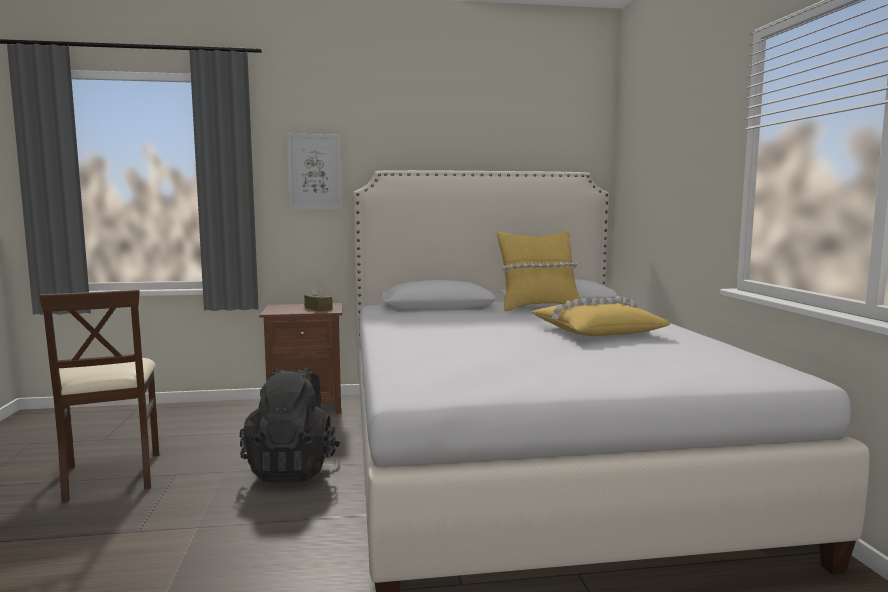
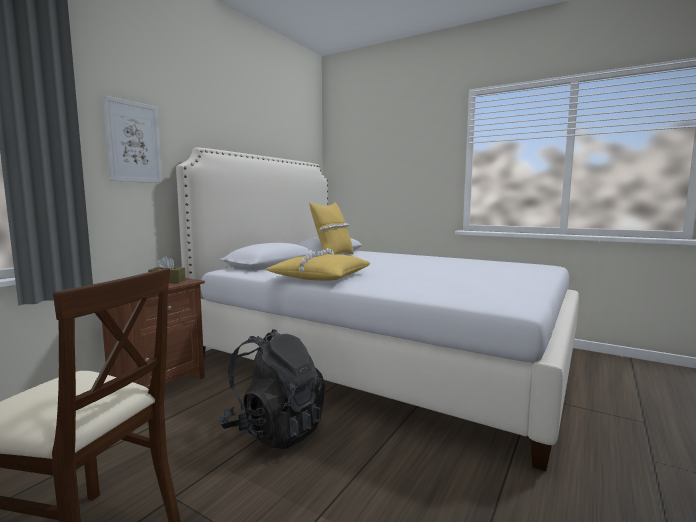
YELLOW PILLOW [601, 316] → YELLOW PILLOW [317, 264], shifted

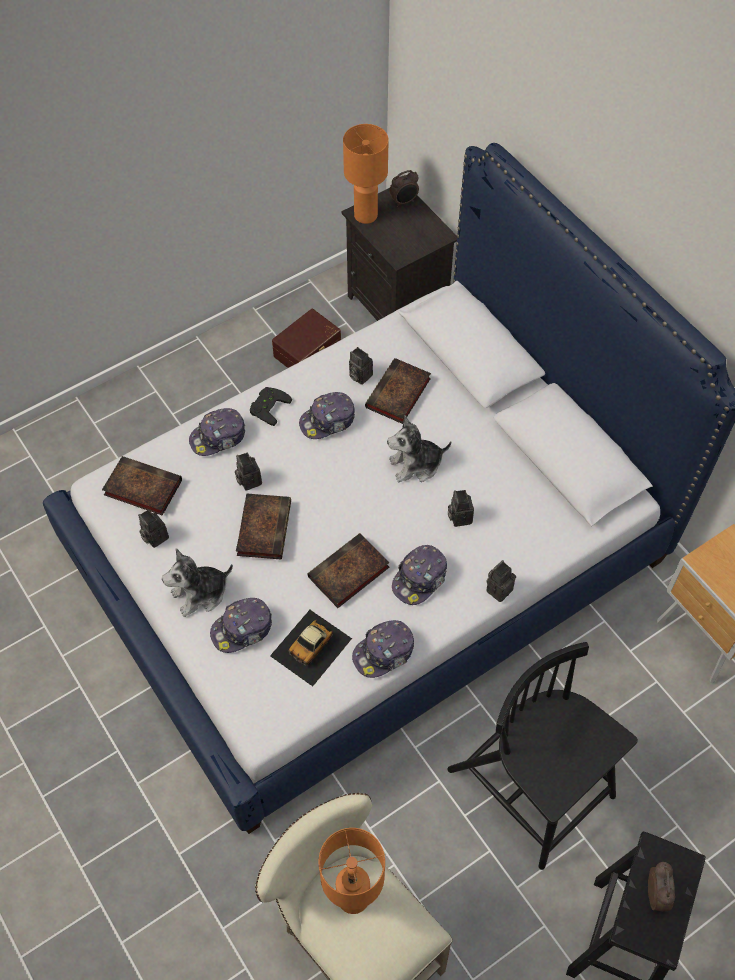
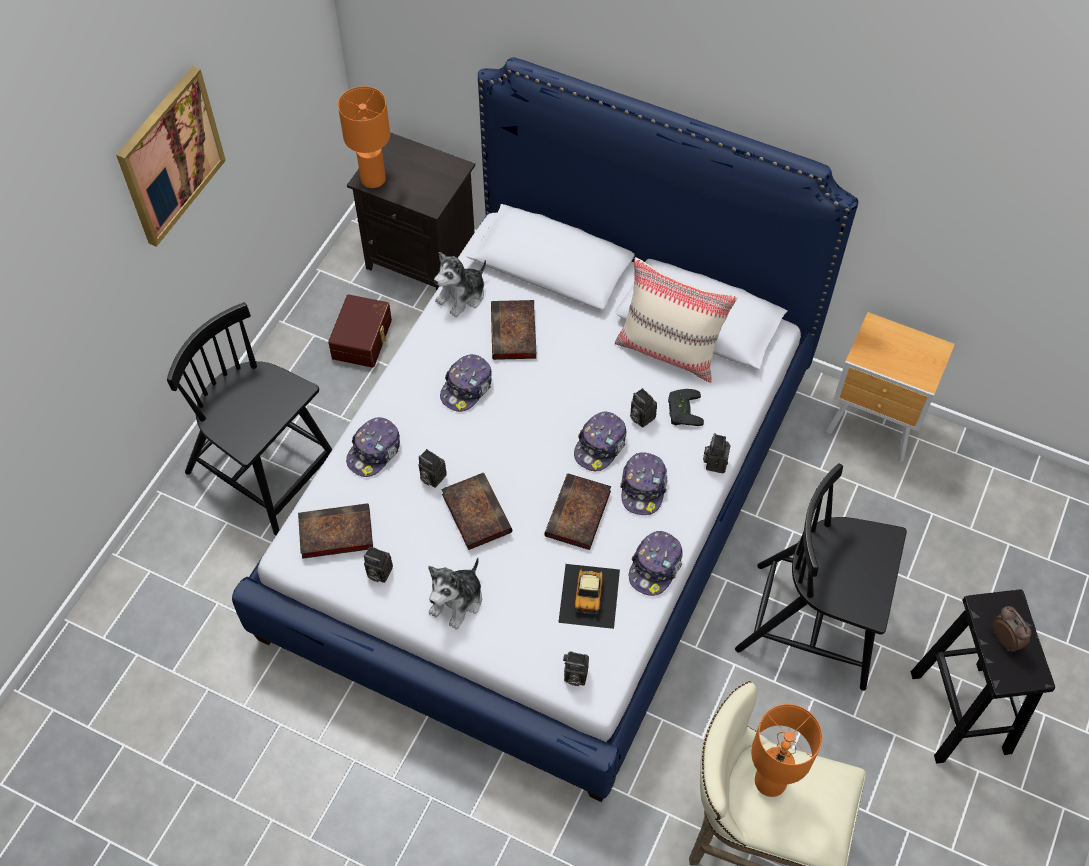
CAP [241, 625] → CAP [600, 441], shifted
BLACK GAME CONTROLLER [271, 406] → BLACK GAME CONTROLLER [686, 407], shifted
PHOTO CAMERA [361, 366] → PHOTO CAMERA [576, 669], shifted
SOFT TOY [419, 449] → SOFT TOY [460, 284], shifted
BEDSIDE CLOCK [404, 188] → -
- → PICTURE [171, 156]
- → BLACK PLAIN CHAIR [249, 418]
- → BEIGE-COLOURED PILLOW [676, 320]

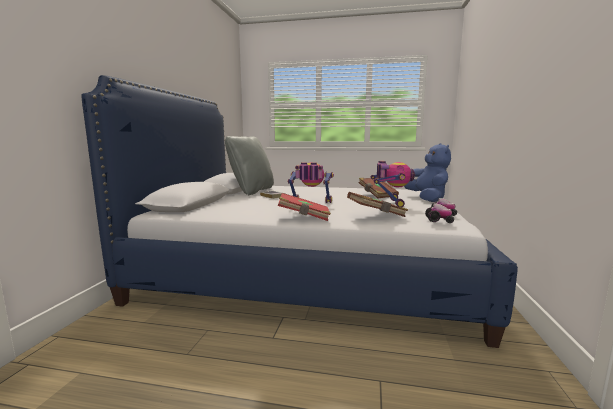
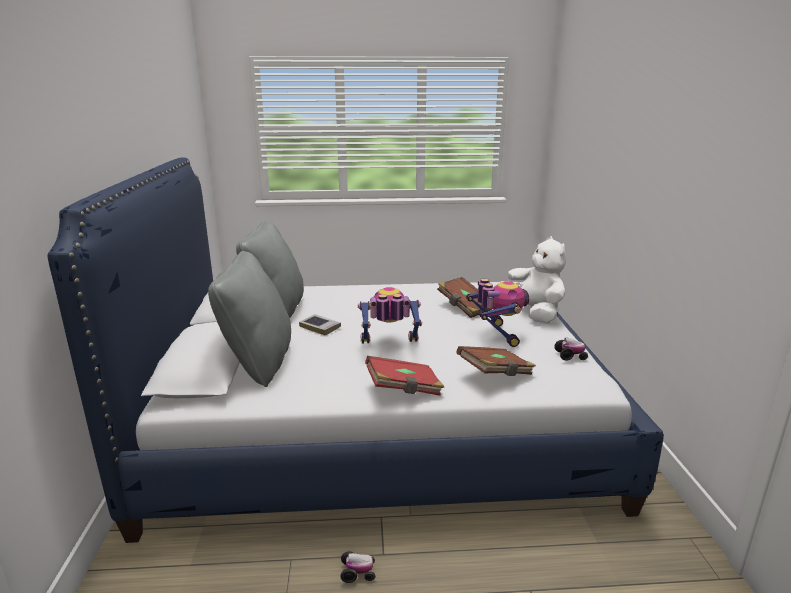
BLUE SOFT TOY [427, 172] → WHITE-COLOURED SOFT TOY [533, 279]
MODEL CAR [439, 213] → MODEL CAR [357, 567], shifted
- → GREY PILLOW [249, 319]

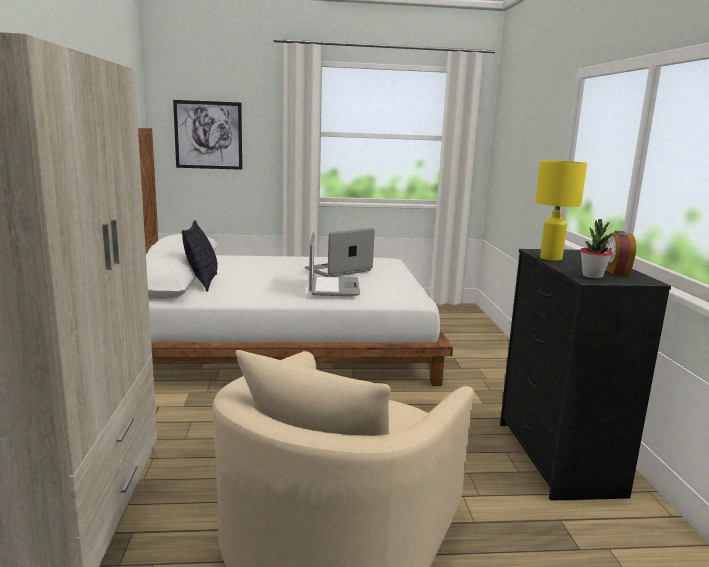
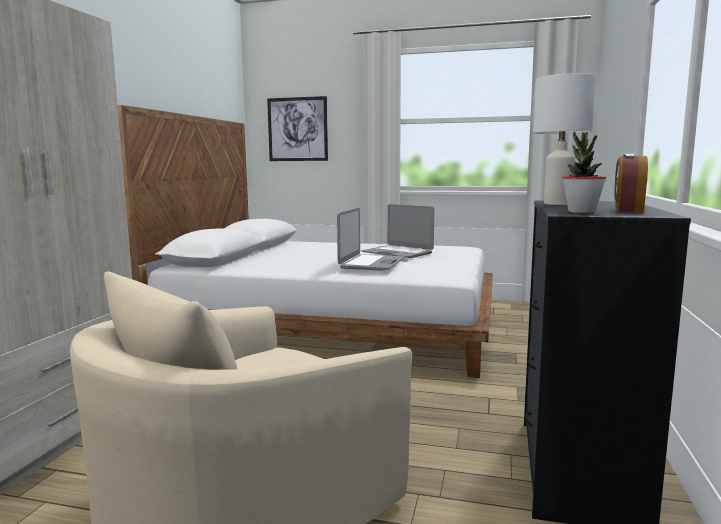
PILLOW [200, 256] → -
LAPTOP [340, 252] → LAPTOP [398, 231], 120 degrees counterclockwise
YELLOW TABLE LAMP [561, 210] → WHITE-COLOURED TABLE LAMP [564, 139]

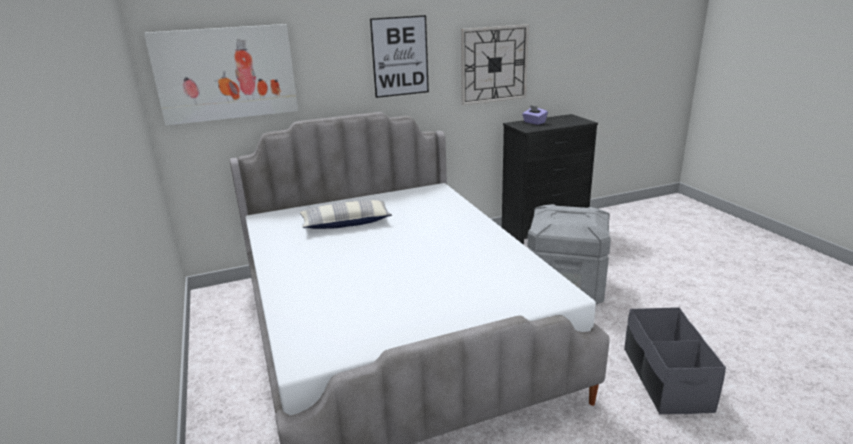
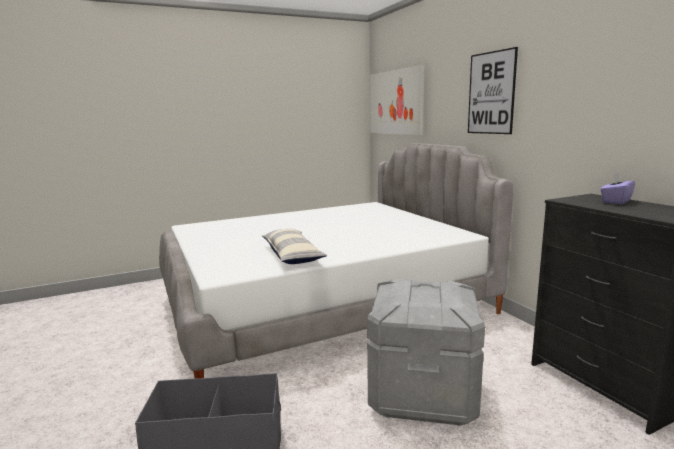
PILLOW [346, 214] → PILLOW [294, 246], shifted
WALL CLOCK [495, 64] → -

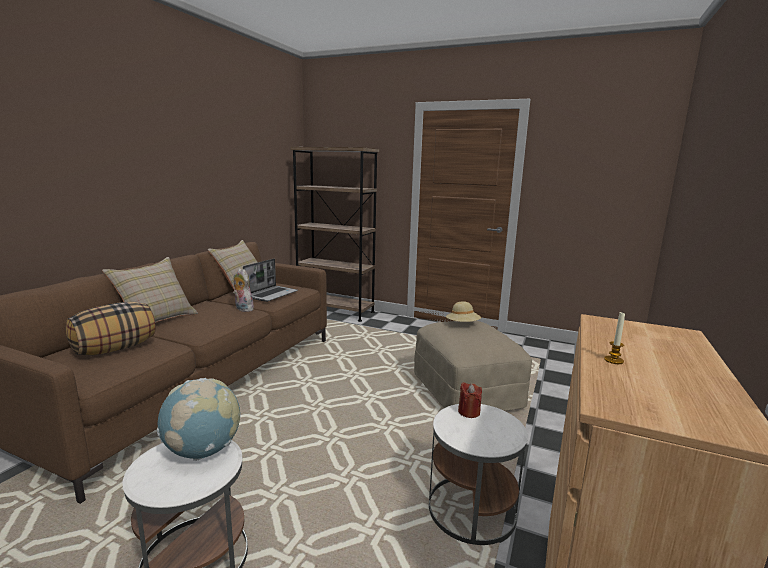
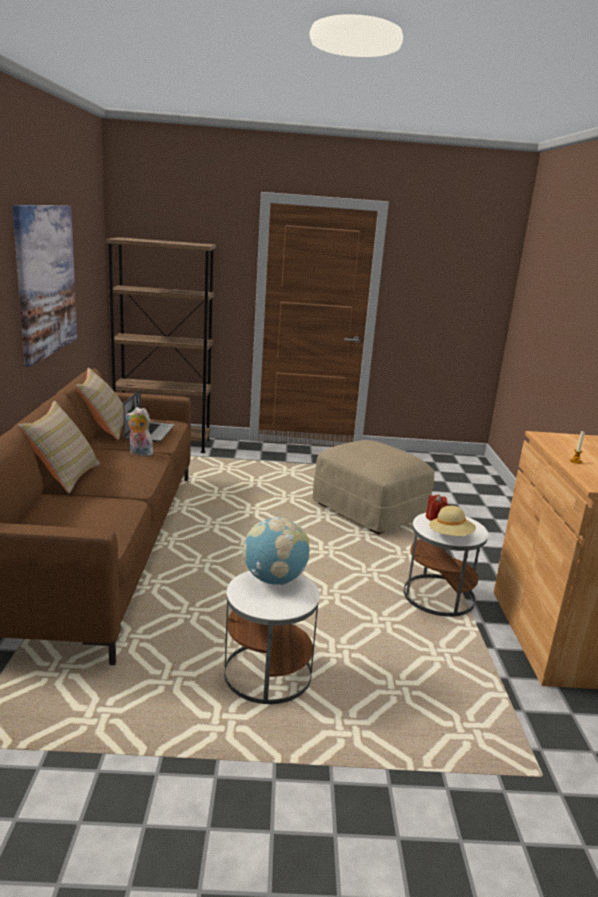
PILLOW [110, 328] → -
BEIGE-COLOURED HAT [463, 311] → BEIGE-COLOURED HAT [452, 521], shifted
- → PICTURE [45, 286]

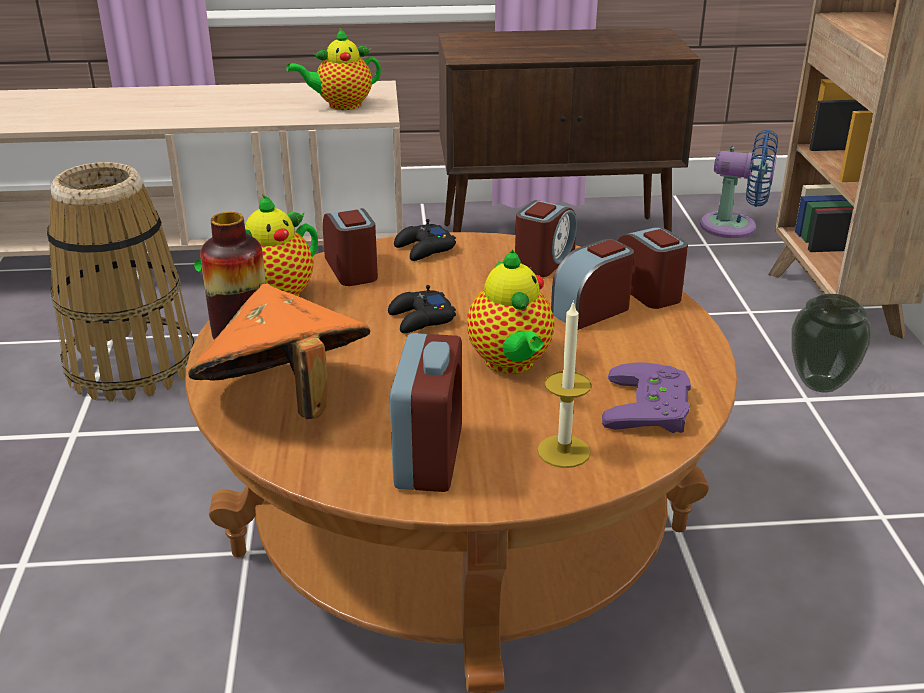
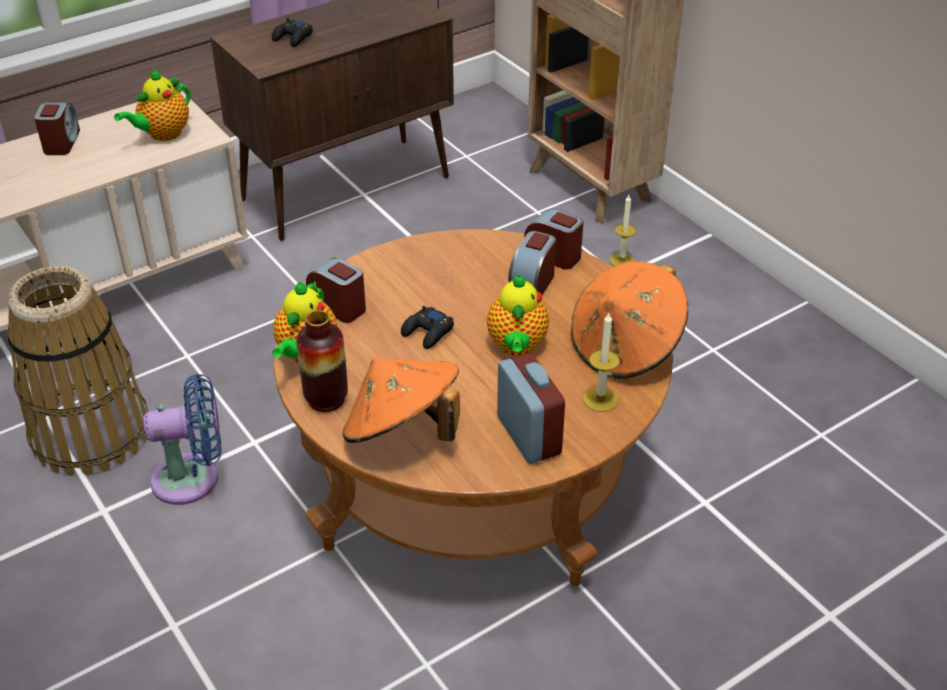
BLACK GAME CONTROLLER [425, 240] → BLACK GAME CONTROLLER [292, 32], shifted
TEAPOT [511, 312] → TEAPOT [518, 314], 45 degrees clockwise
BEDSIDE CLOCK [546, 238] → BEDSIDE CLOCK [57, 129], shifted
PURPLISH GAME CONTROLLER [646, 397] → ORANGEY HAT [629, 320]
BLUE COOLING FAN [739, 184] → BLUE COOLING FAN [182, 439], shifted
VASE [831, 343] → WAX CANDLE [623, 230]

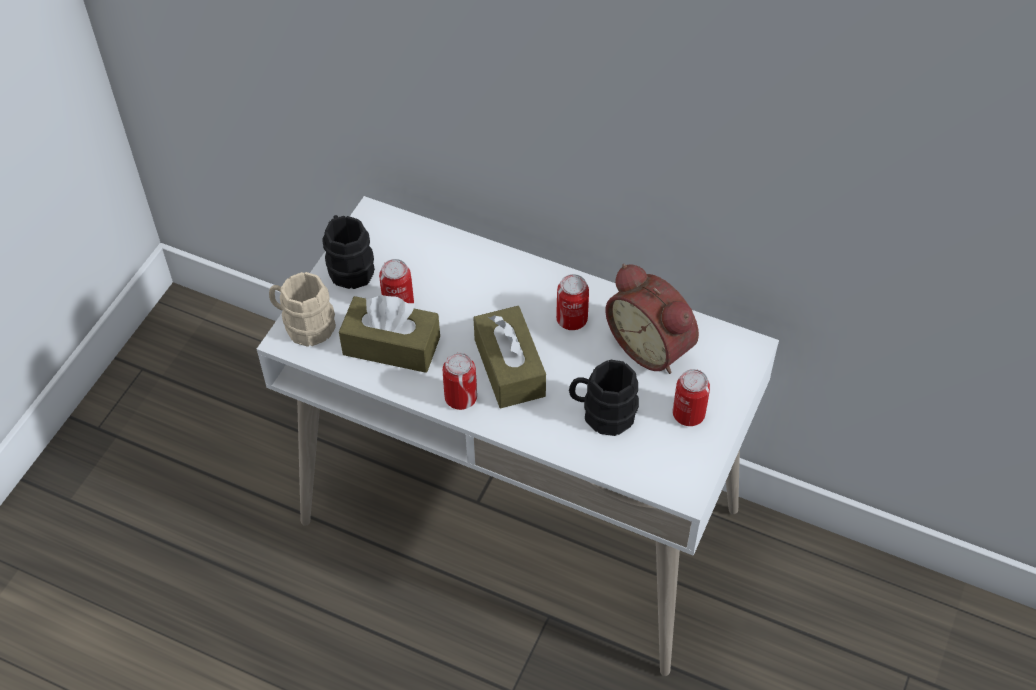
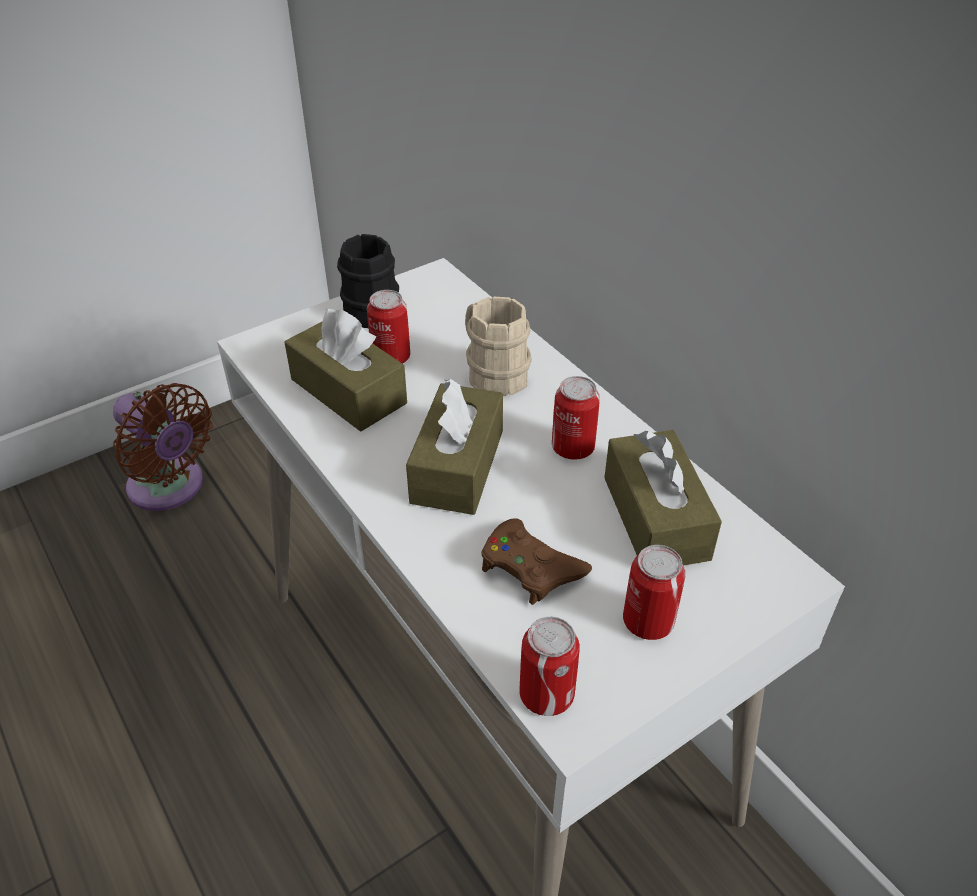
BEIGE-COLOURED MUG [302, 309] → BEIGE-COLOURED MUG [498, 346], shifted
METAL CAN [460, 381] → METAL CAN [549, 666], shifted
BLACK MUG [604, 398] → BROWNISH GAME CONTROLLER [537, 561]
BEDSIDE CLOCK [652, 319] → BROWNISH BOX OF TISSUES [663, 497]
- → BROWNISH COOLING FAN [163, 447]

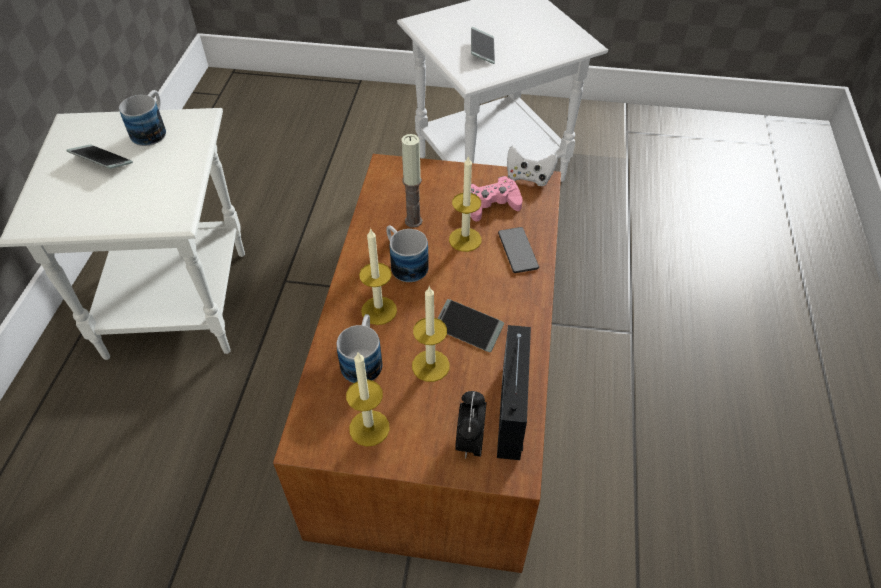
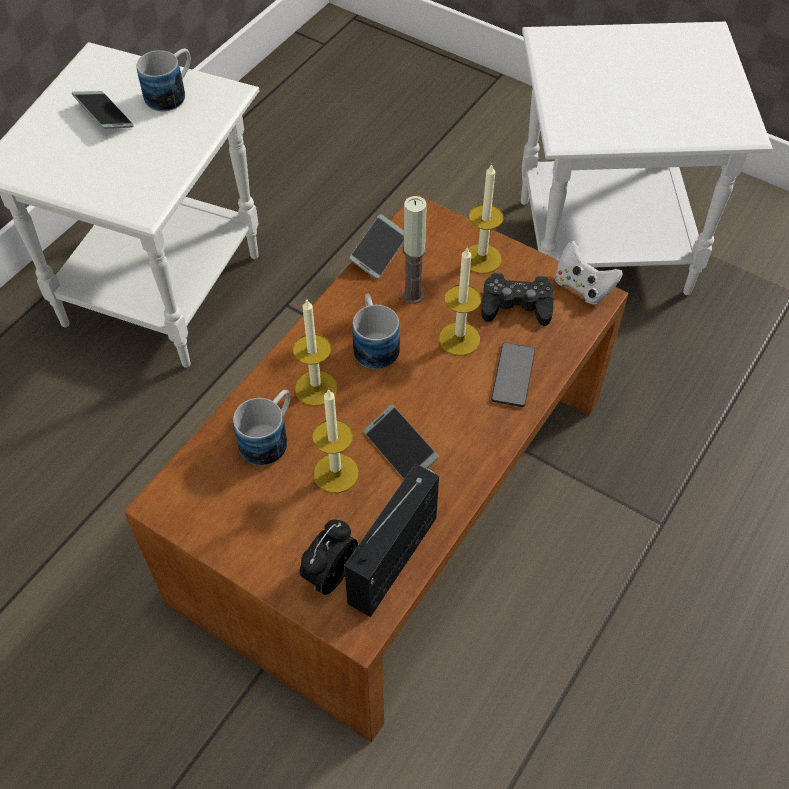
WAX CANDLE [368, 400] → WAX CANDLE [486, 218], shifted
PINK-COLOURED GAME CONTROLLER [496, 199] → BLACK GAME CONTROLLER [517, 299]
TELEPHONE [483, 45] → TELEPHONE [376, 246], shifted

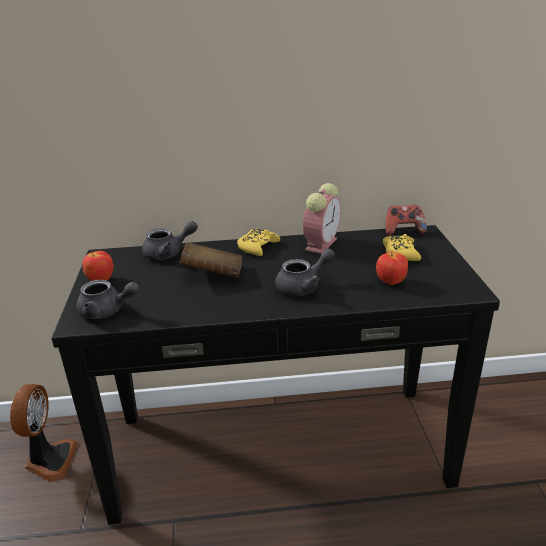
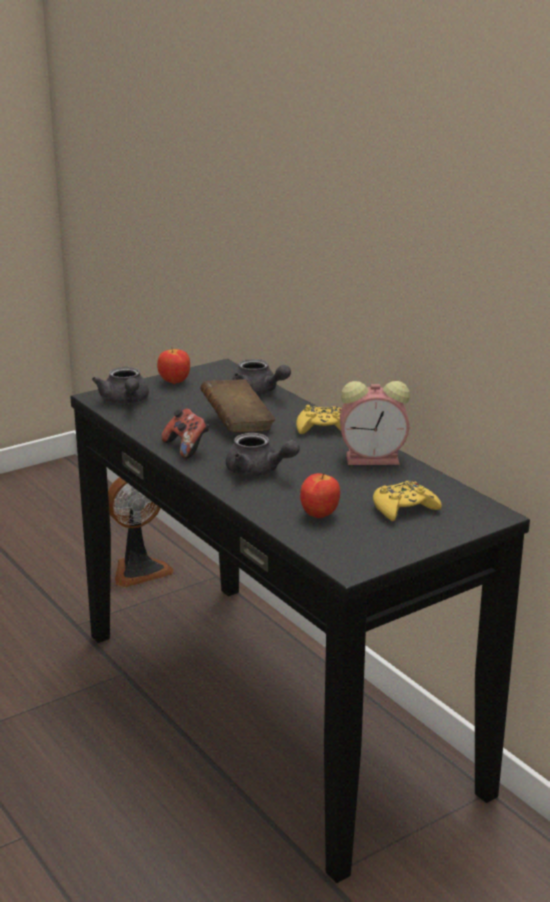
GAME CONTROLLER [406, 220] → GAME CONTROLLER [185, 433], shifted

